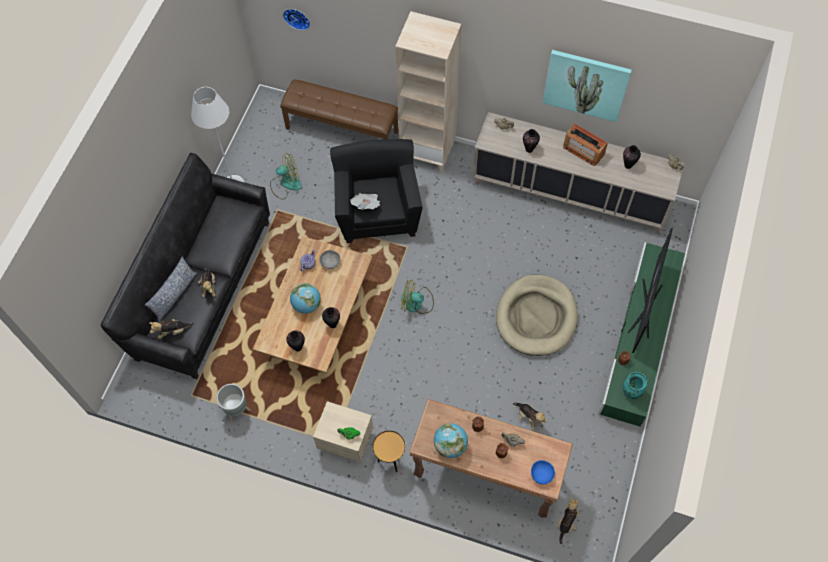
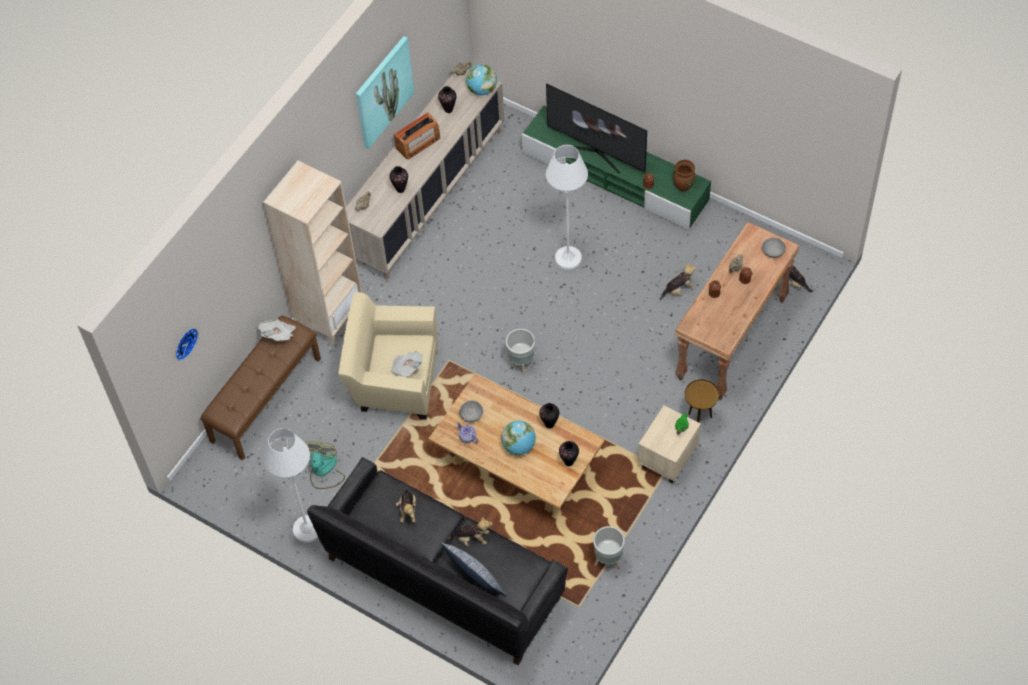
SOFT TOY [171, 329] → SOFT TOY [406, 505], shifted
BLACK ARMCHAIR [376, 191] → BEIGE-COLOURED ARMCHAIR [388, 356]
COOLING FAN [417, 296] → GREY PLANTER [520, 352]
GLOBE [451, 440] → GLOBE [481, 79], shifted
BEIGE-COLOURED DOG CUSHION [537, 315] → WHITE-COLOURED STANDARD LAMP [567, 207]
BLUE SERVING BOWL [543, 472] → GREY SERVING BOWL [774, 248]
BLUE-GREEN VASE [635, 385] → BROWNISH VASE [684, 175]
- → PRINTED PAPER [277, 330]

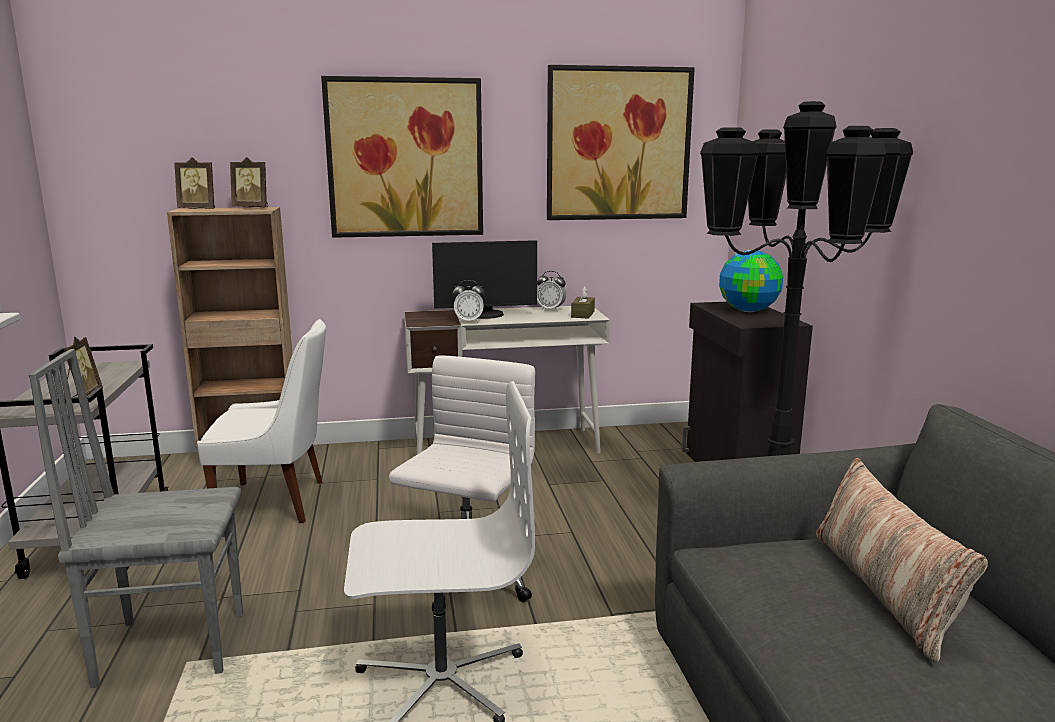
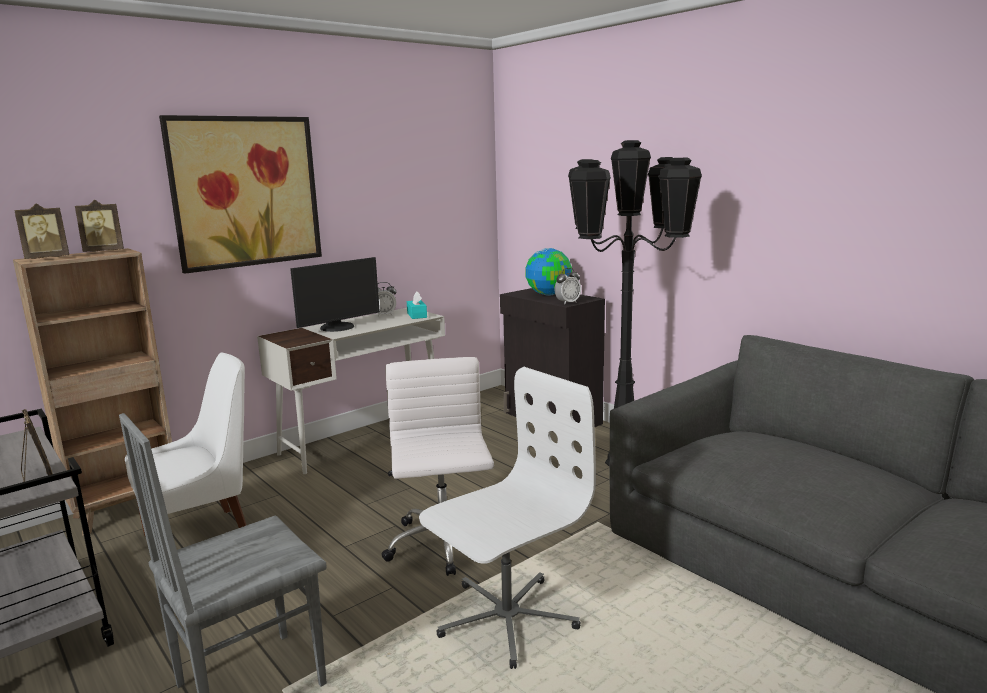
BEDSIDE CLOCK [468, 301] → BEDSIDE CLOCK [567, 286], shifted
PICTURE [621, 142] → -
BROWNISH BOX OF TISSUES [583, 302] → BLUE-GREEN BOX OF TISSUES [417, 305]
PILLOW [902, 560] → -

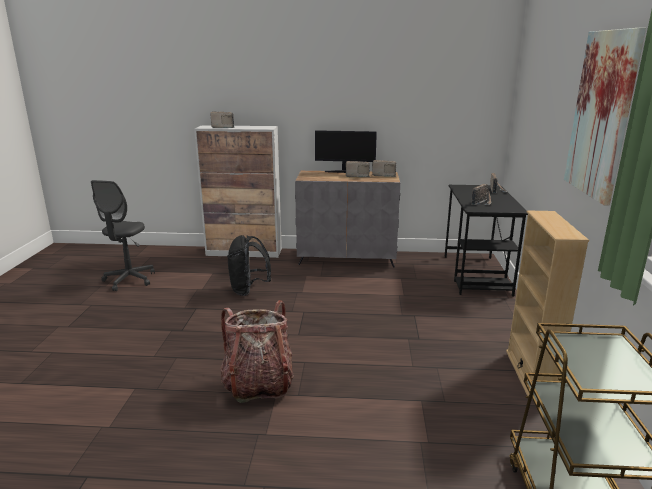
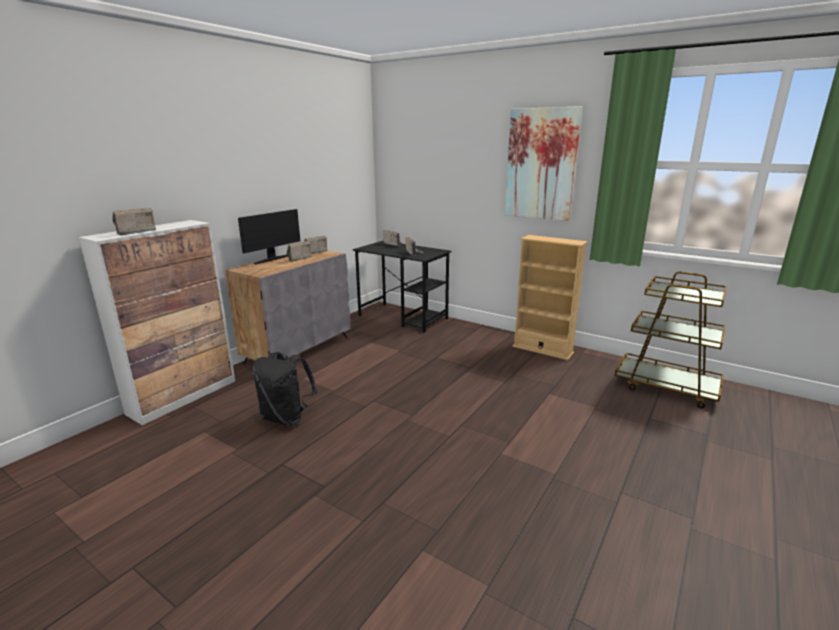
GREY COMPUTER CHAIR [123, 235] → -
RUCKSACK [257, 351] → -

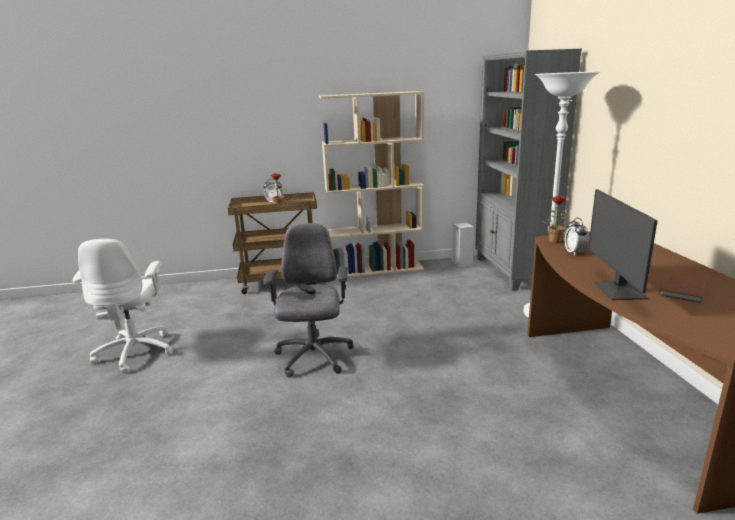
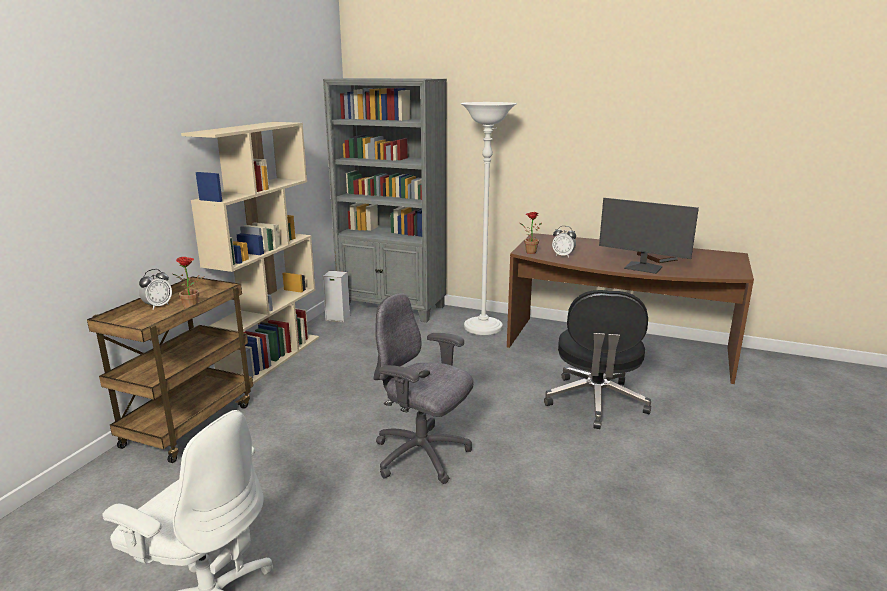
- → BLACK COMPUTER CHAIR [597, 359]

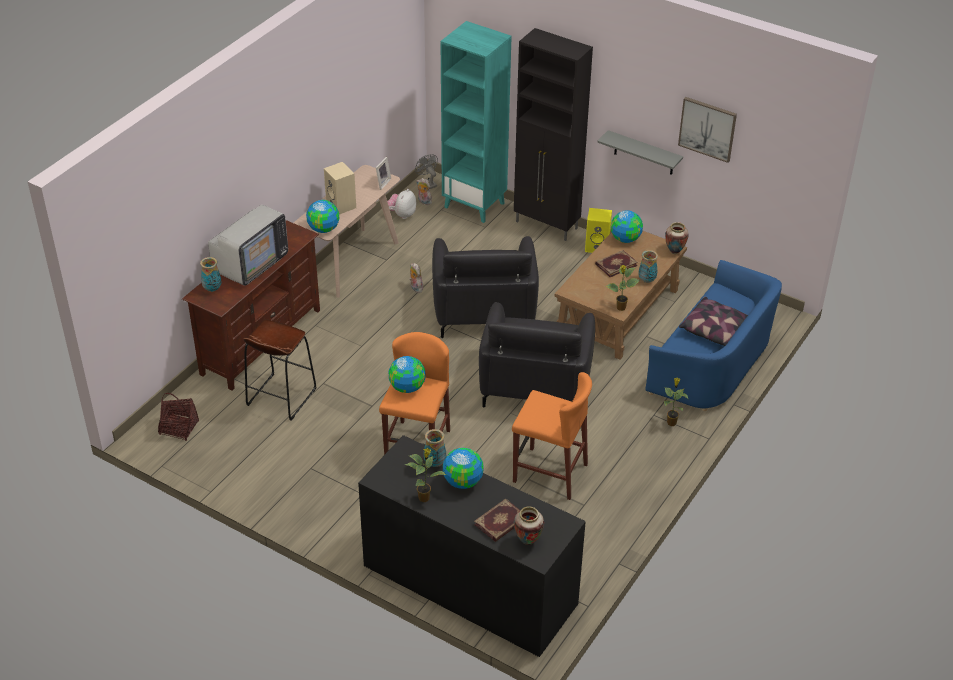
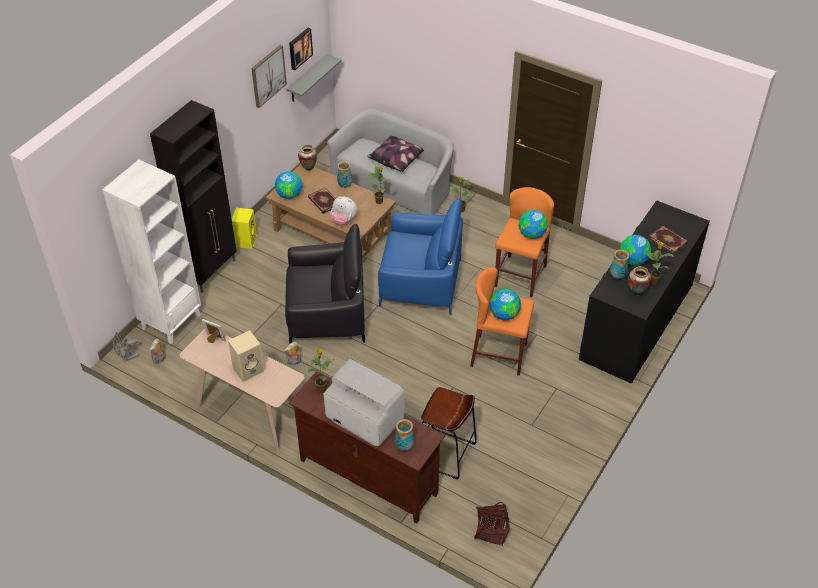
GLOBE [322, 216] → GLOBE [533, 224], shifted
SOFT TOY [401, 204] → SOFT TOY [343, 211], shifted
BLUE-GREEN SHELVING UNIT [476, 122] → WHITE-COLOURED SHELVING UNIT [151, 252]
BLACK ARMCHAIR [537, 355] → BLUE ARMCHAIR [420, 256]
VASE [529, 525] → VASE [639, 281], shifted
GREY BRACKET SHELF [640, 152] → GREY BRACKET SHELF [314, 78], shifted
BLUE SETTEE [713, 335] → GREY SETTEE [390, 161]
- → PICTURE [301, 49]
- → PLANT IN A POT [320, 371]

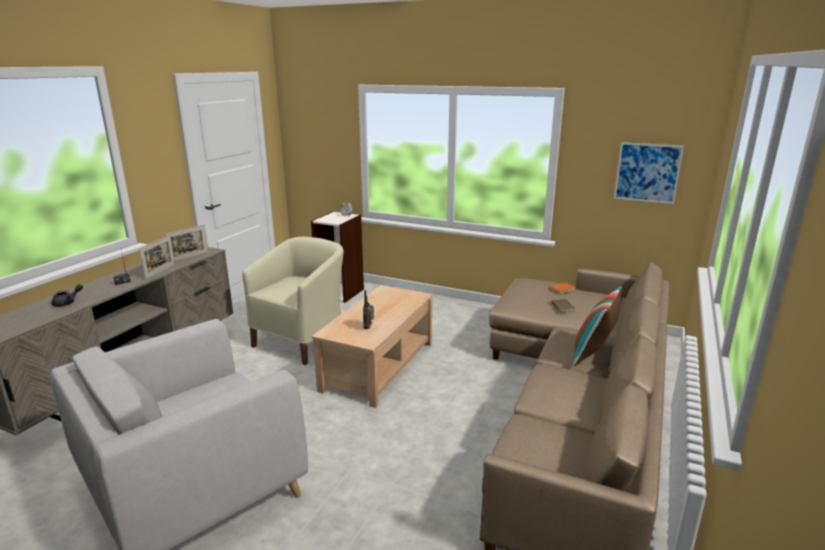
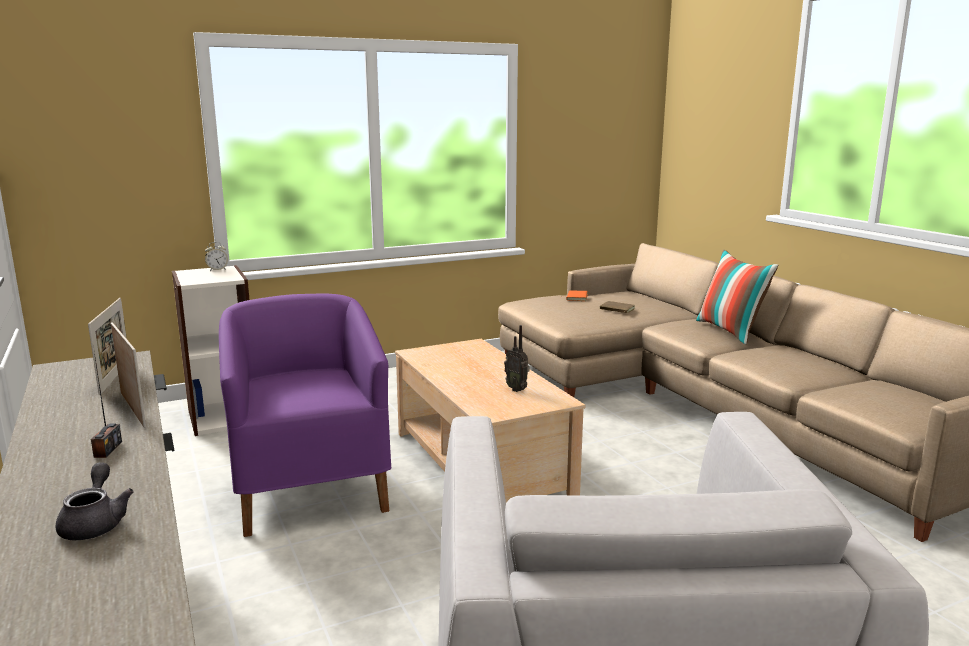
BEIGE-COLOURED ARMCHAIR [293, 301] → PURPLISH ARMCHAIR [305, 415]
PICTURE [649, 173] → -

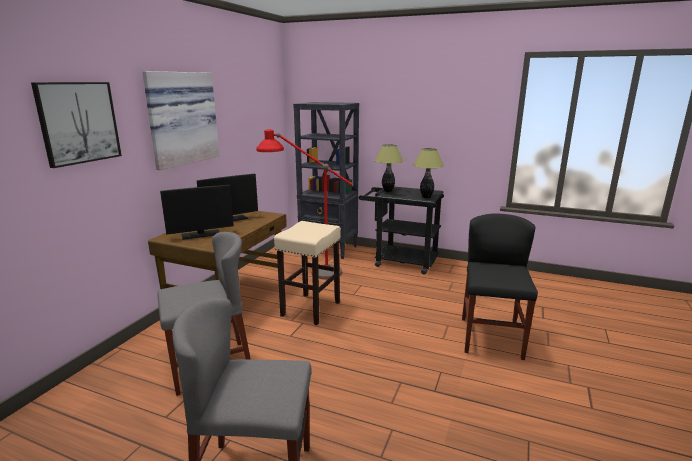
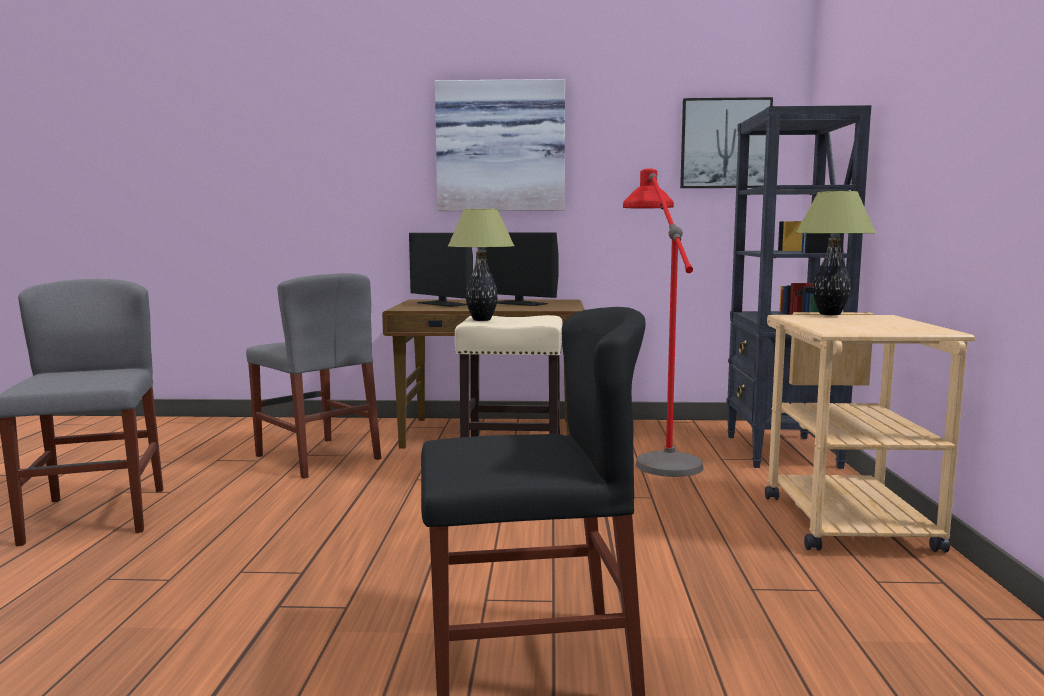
PICTURE [76, 125] → PICTURE [726, 142], shifted
BLACK CART [401, 231] → BEIGE-COLOURED CART [870, 432]
TABLE LAMP [429, 173] → TABLE LAMP [480, 265], shifted

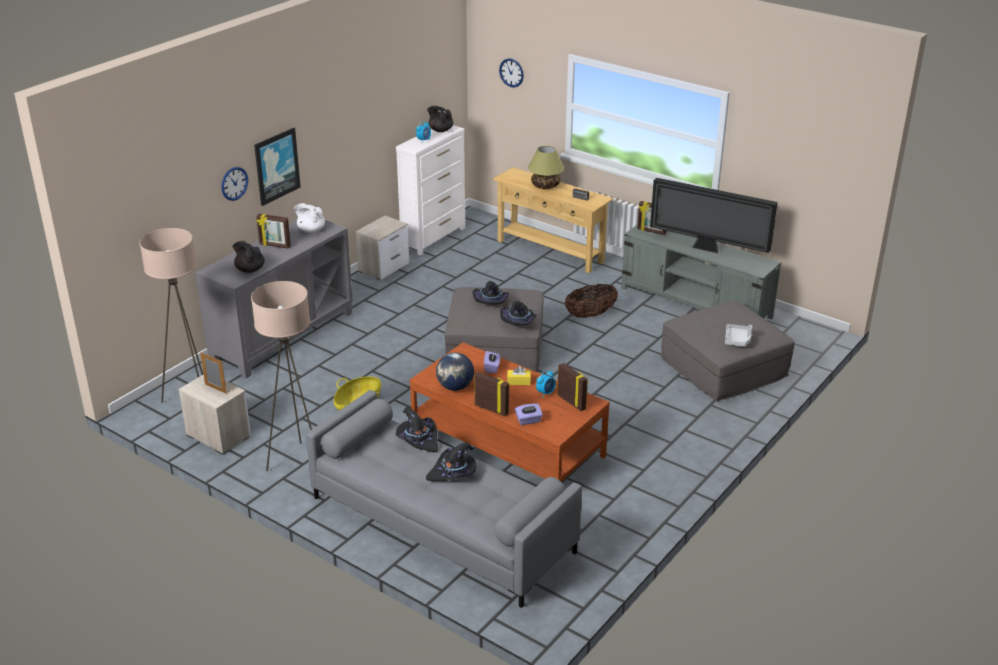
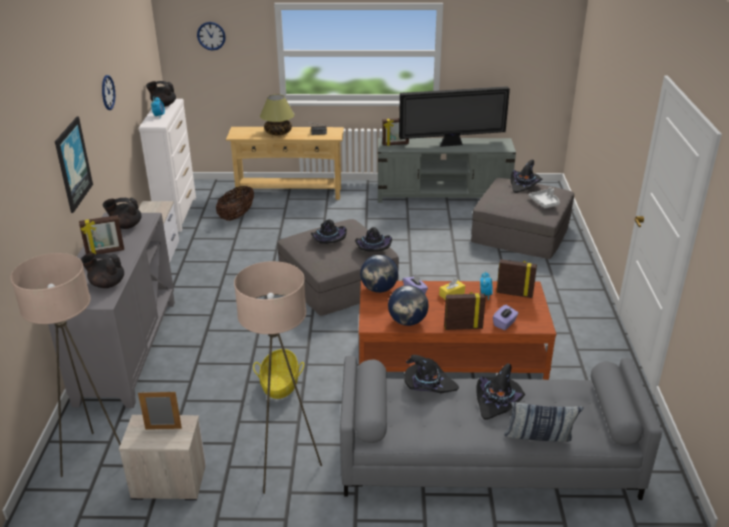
WALL CLOCK [235, 184] → WALL CLOCK [108, 92], shifted
WHITE-COLOURED TEAPOT [309, 218] → BLACK TEAPOT [122, 213]
BASKET [591, 301] → BASKET [235, 203], shifted
- → GLOBE [379, 274]
- → PILLOW [544, 422]
- → BLACK HAT [526, 176]

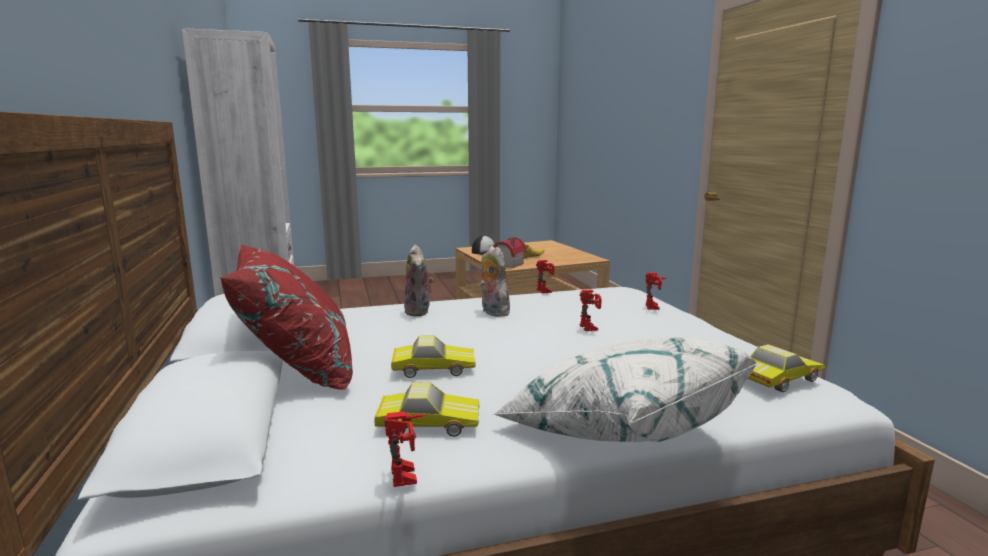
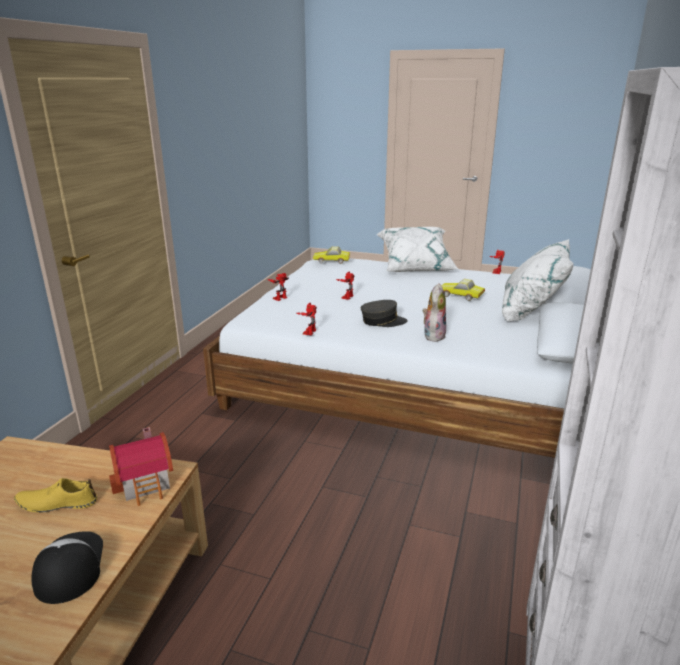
REDDISH PILLOW [286, 317] → WHITE-COLOURED PILLOW [538, 280]
MODEL CAR [426, 410] → -
SOFT TOY [495, 281] → GREY CAP [384, 313]

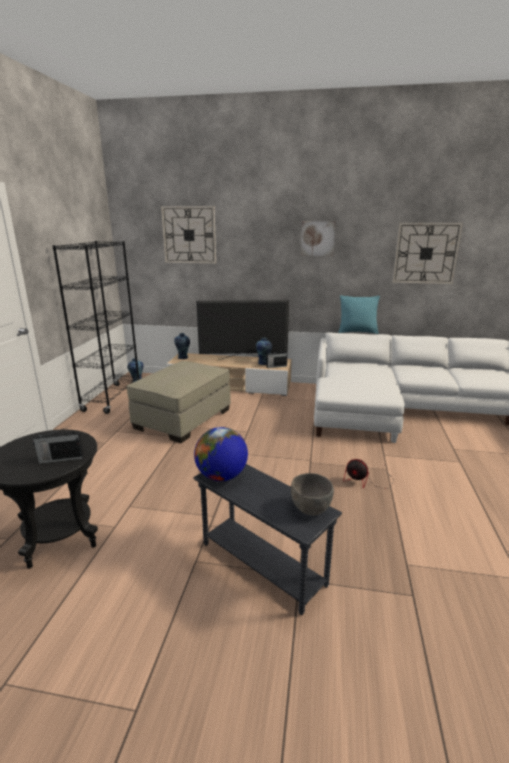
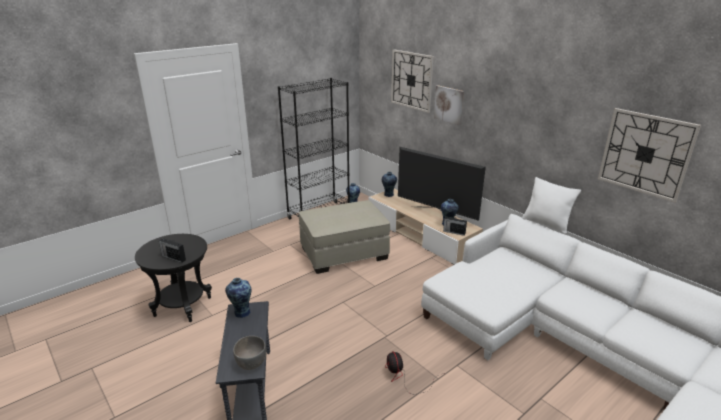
GLOBE [221, 454] → VASE [238, 298]
PICTURE [318, 238] → PICTURE [449, 105], shifted
BLUE-GREEN PILLOW [359, 314] → WHITE-COLOURED PILLOW [551, 205]

